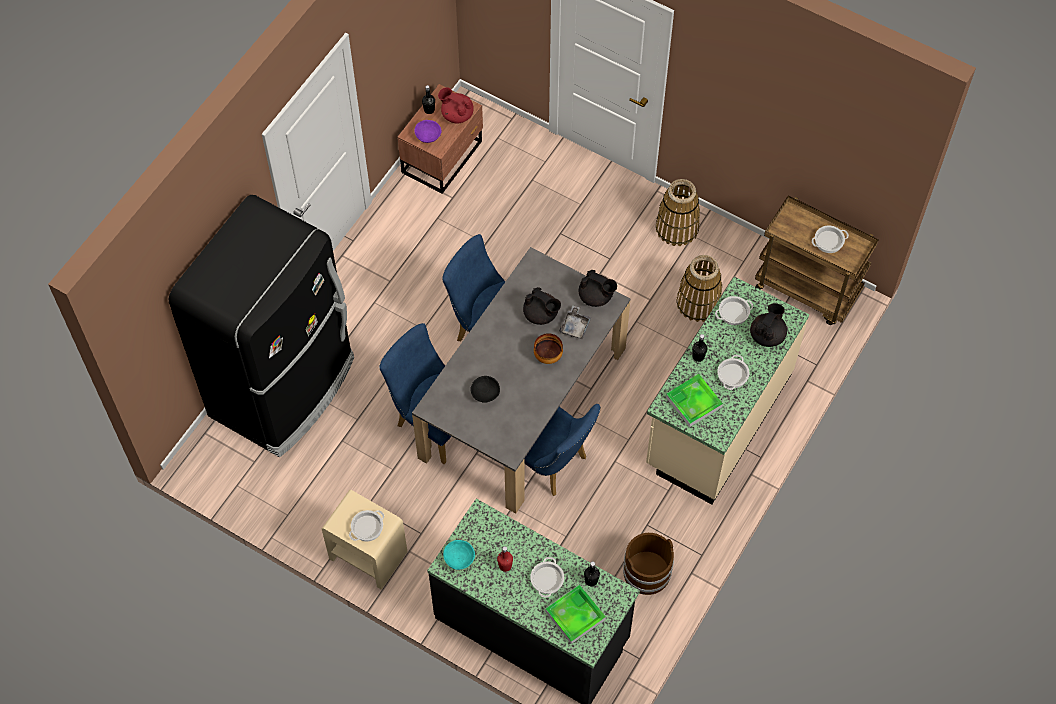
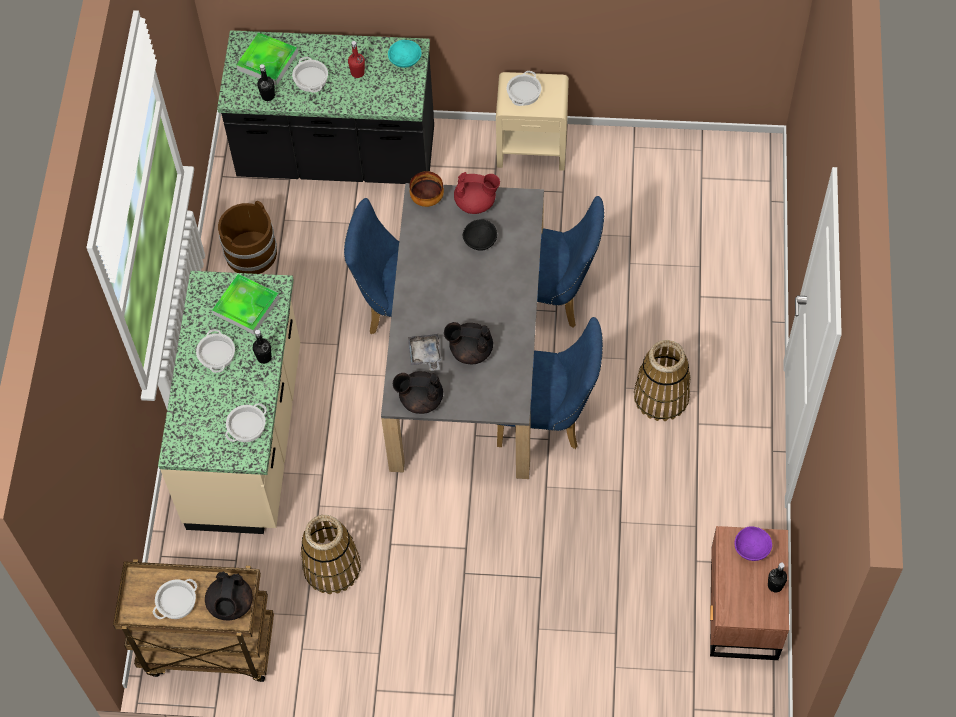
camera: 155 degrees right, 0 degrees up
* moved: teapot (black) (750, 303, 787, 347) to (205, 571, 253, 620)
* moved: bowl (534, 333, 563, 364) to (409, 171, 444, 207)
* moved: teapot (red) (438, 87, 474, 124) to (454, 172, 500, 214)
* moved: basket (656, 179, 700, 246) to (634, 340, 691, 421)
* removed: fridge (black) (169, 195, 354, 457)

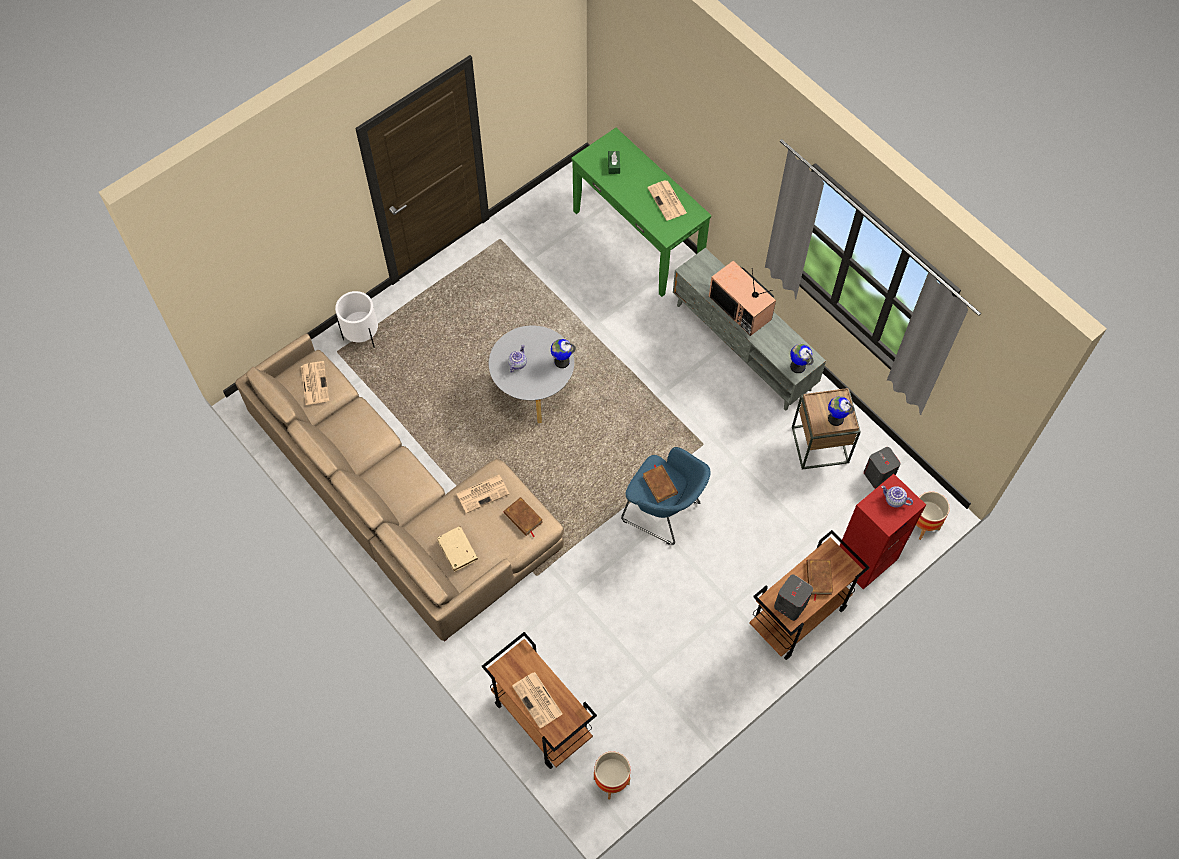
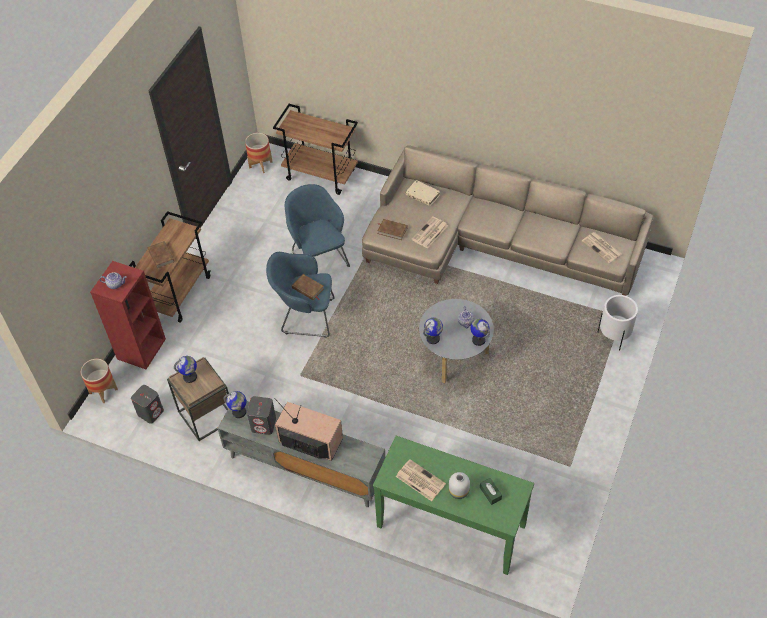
camera: 155 degrees right, 10 degrees down
* moved: speaker (grey) (774, 575, 813, 621) to (247, 396, 276, 435)
* added: armchair (blue) (284, 184, 350, 267)
* added: vase (white) (449, 472, 470, 499)
* added: globe (470, 319, 490, 346)
* removed: newspaper (512, 672, 563, 728)

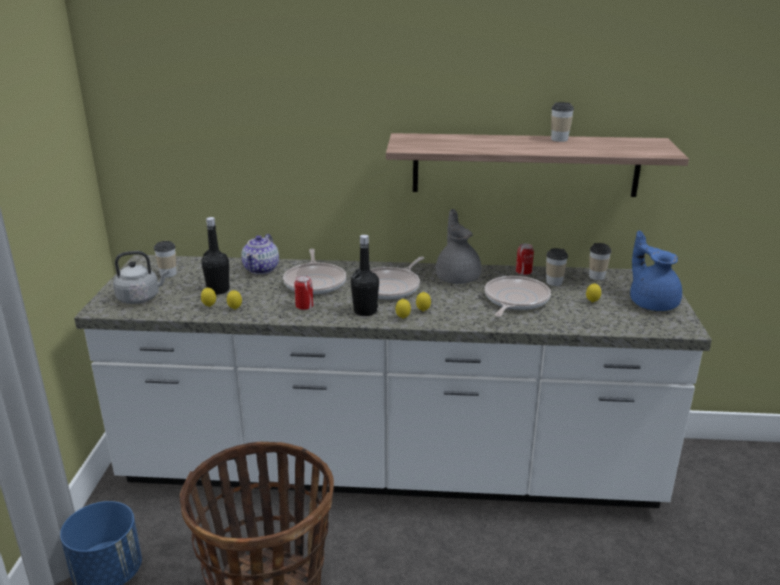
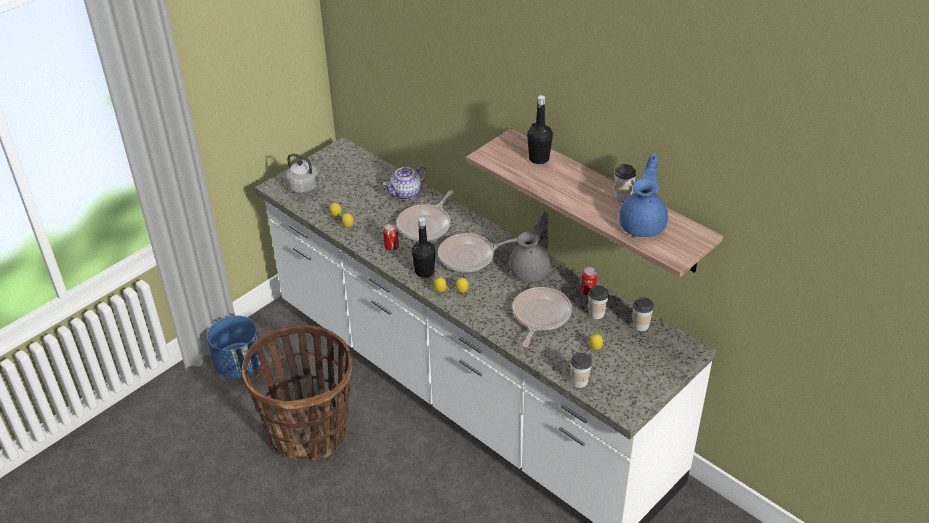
camera: 40 degrees right, 15 degrees up
* turned: frying pan (485, 276, 551, 317) = (513, 287, 572, 347) 45 degrees counterclockwise
* moved: bottle (black) (201, 217, 229, 295) to (527, 95, 553, 164)
* moved: cup (154, 241, 177, 278) to (571, 353, 592, 388)
* moved: teapot (blue) (630, 231, 682, 311) to (619, 153, 668, 237)

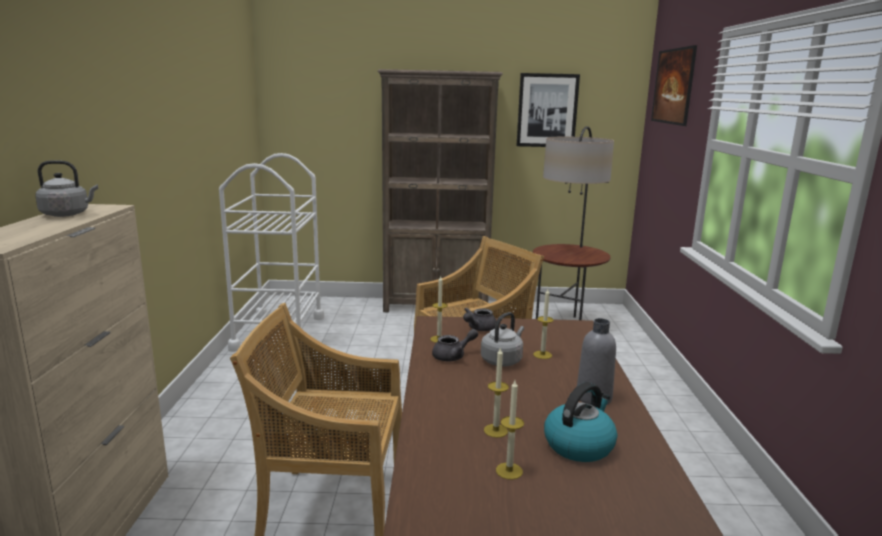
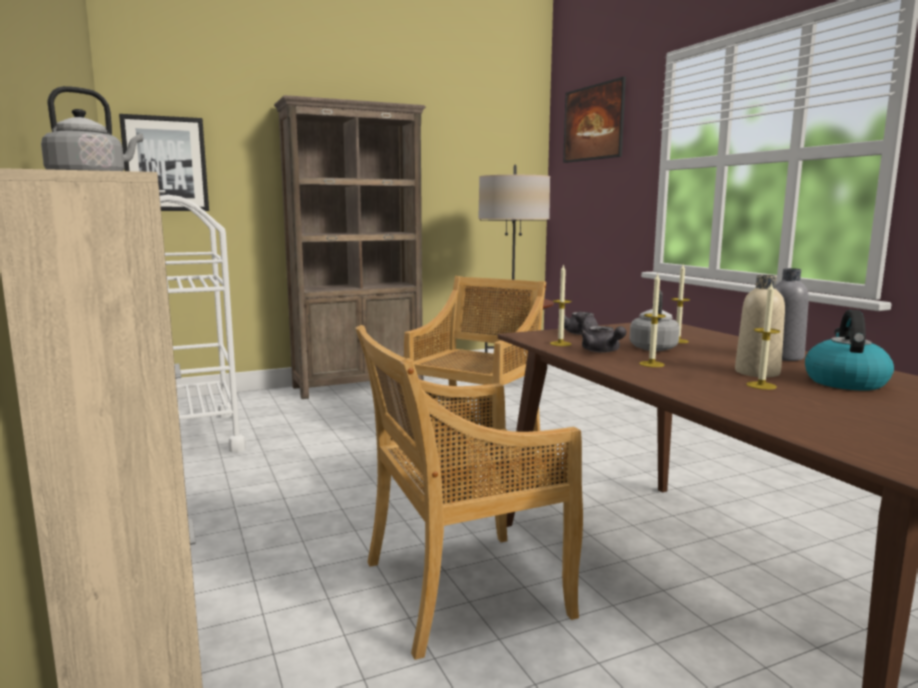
camera: 25 degrees left, 5 degrees down
* moved: picture (517, 73, 580, 147) to (119, 114, 209, 211)
* turned: teapot (grey) (432, 329, 478, 361) = (580, 326, 626, 352) 120 degrees clockwise
* moved: candle (496, 380, 524, 480) to (639, 274, 666, 367)
* added: bottle (beige) (735, 275, 785, 377)

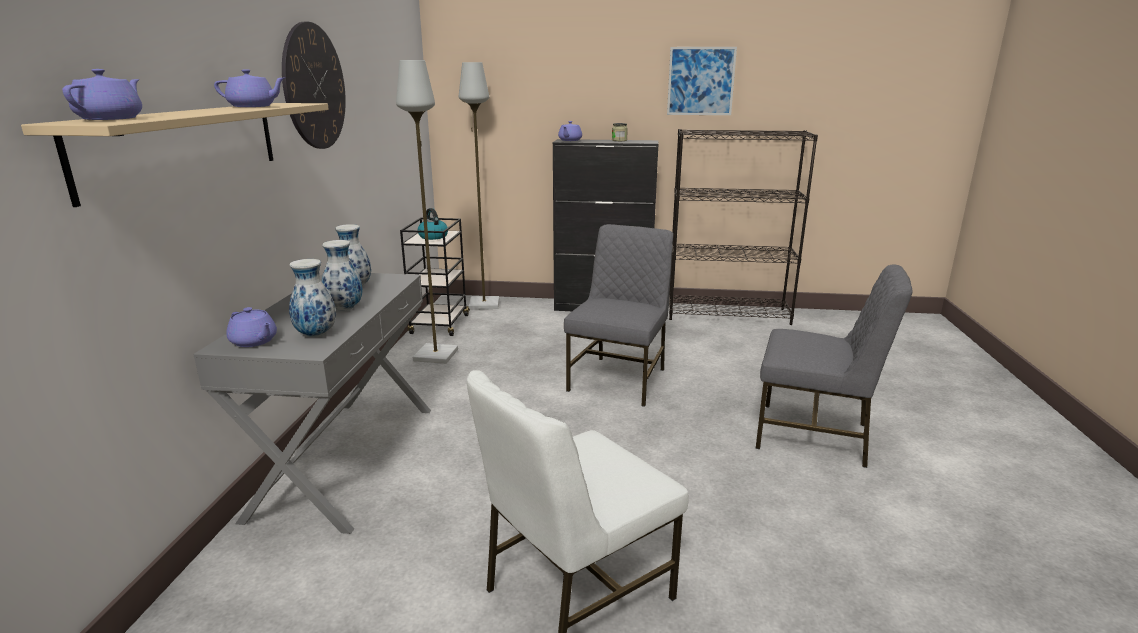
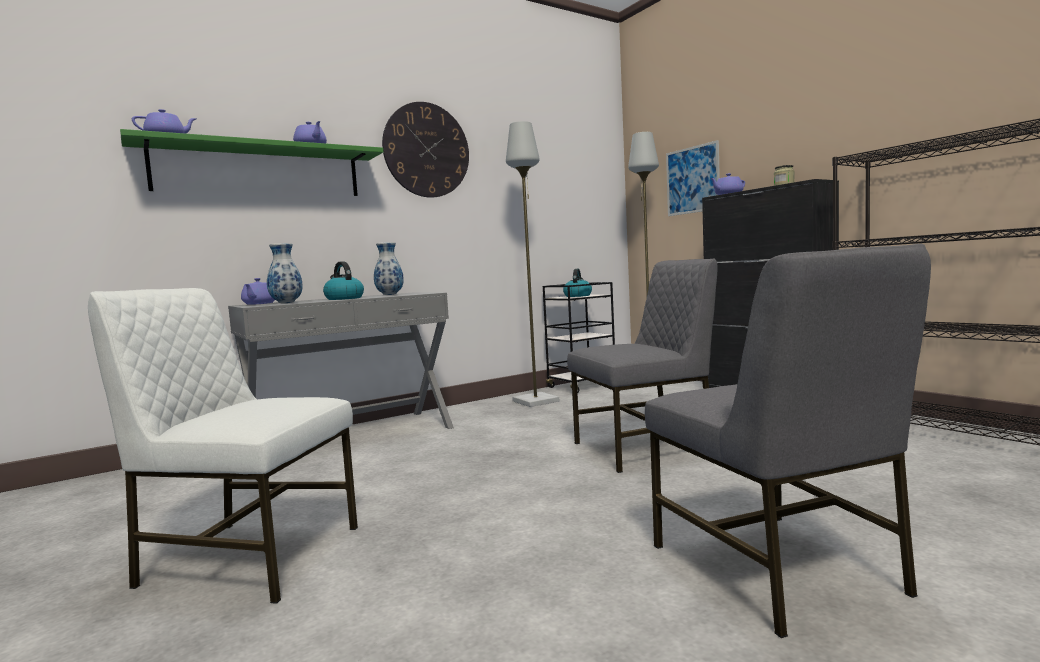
camera: 50 degrees right, 15 degrees down
* recoloured: shelf (beige) (21, 103, 329, 207) to shelf (green) (120, 129, 383, 196)
* replaced: vase (322, 240, 363, 311) to kettle (323, 261, 364, 300)
* moved: picture (667, 47, 737, 115) to (666, 140, 720, 216)

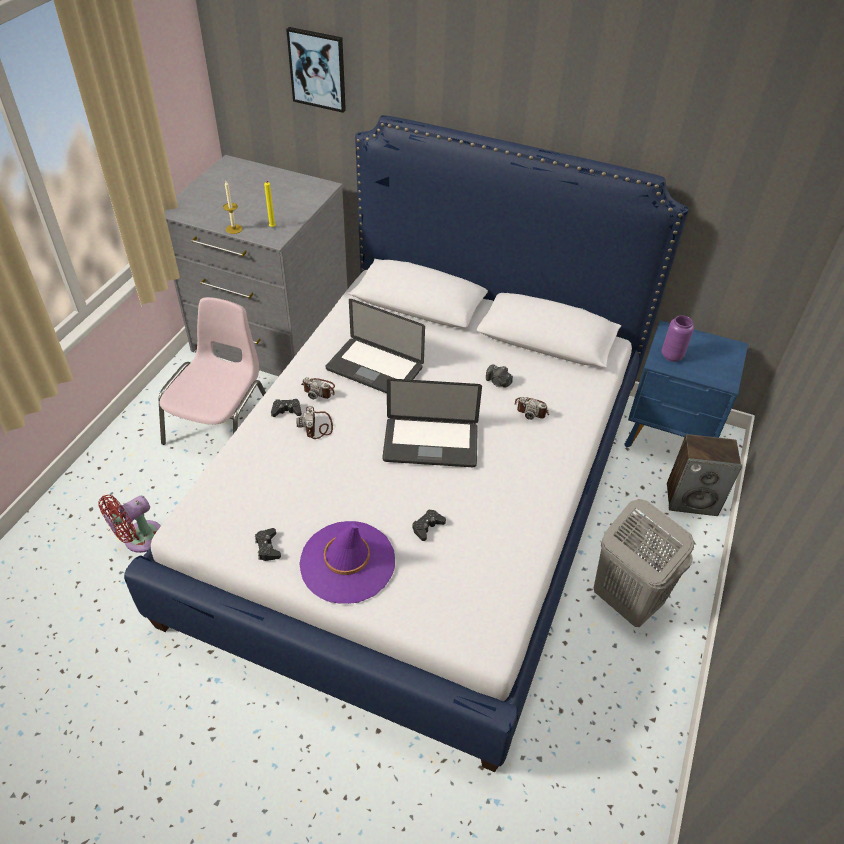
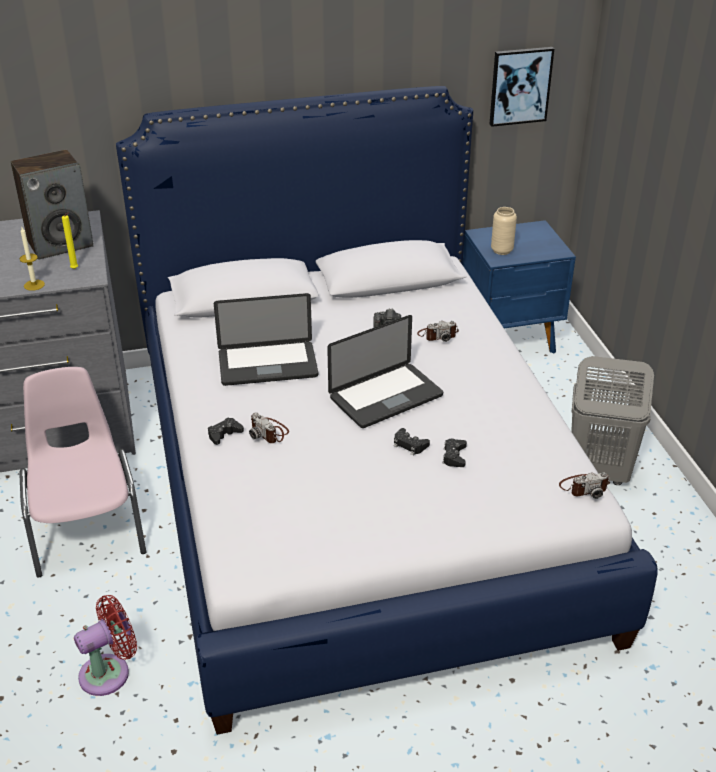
camera: 35 degrees left, 10 degrees down
* moved: speaker (667, 434, 742, 516) to (11, 150, 94, 260)
* turned: fan (red) (98, 495, 161, 553) = (74, 595, 137, 696) 135 degrees counterclockwise
* moved: game controller (black) (255, 528, 281, 561) to (394, 428, 430, 456)
* moved: picture (286, 27, 346, 113) to (489, 47, 554, 127)
* recoloured: vase (purple) (662, 315, 694, 362) to vase (beige) (491, 207, 517, 255)
* moved: photo camera (301, 377, 335, 400) to (559, 472, 610, 499)
* removed: hat (purple) (299, 521, 395, 604)

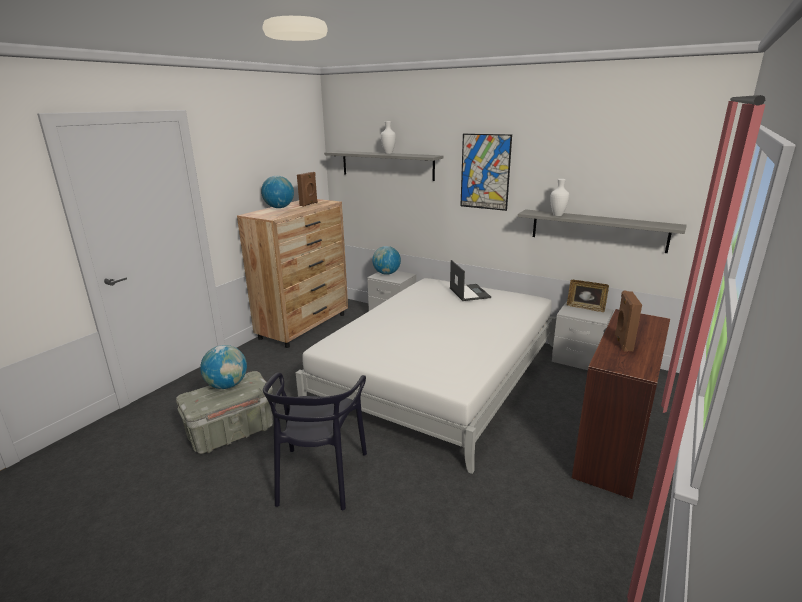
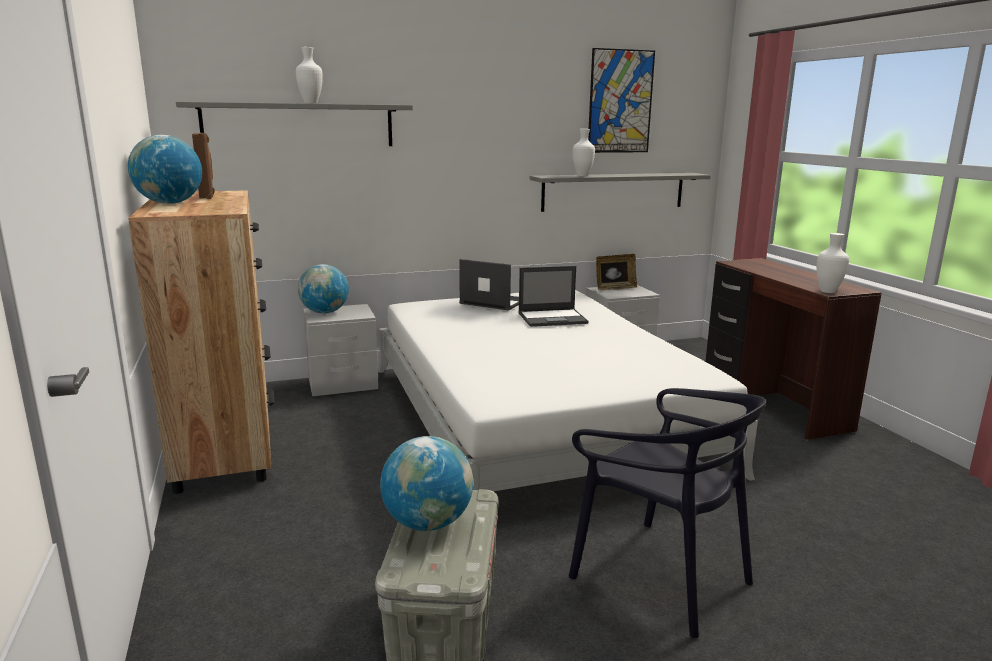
camera: 50 degrees left, 5 degrees down
* added: laptop (518, 266, 589, 327)
* moved: picture (461, 134, 512, 211) to (588, 48, 655, 153)
* added: vase (white) (817, 233, 849, 293)
* removed: speaker (brown) (615, 291, 642, 352)

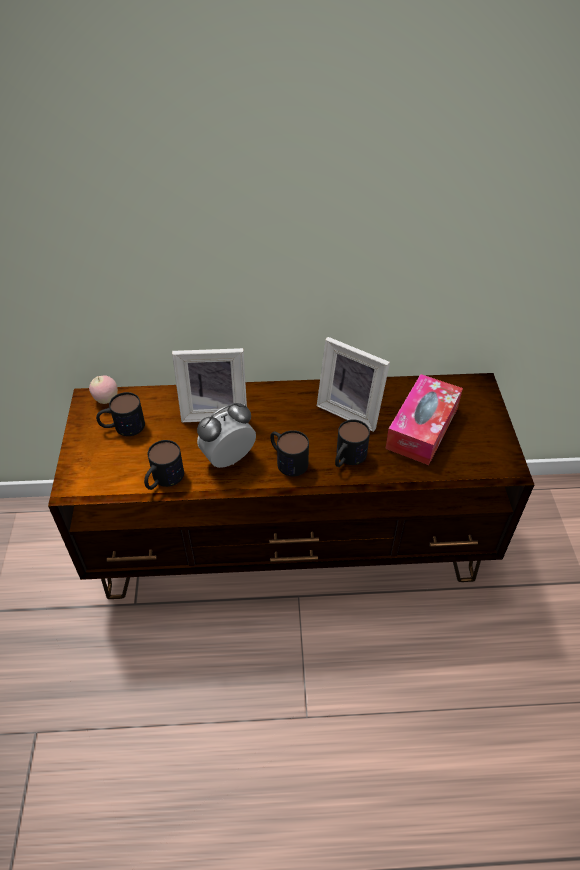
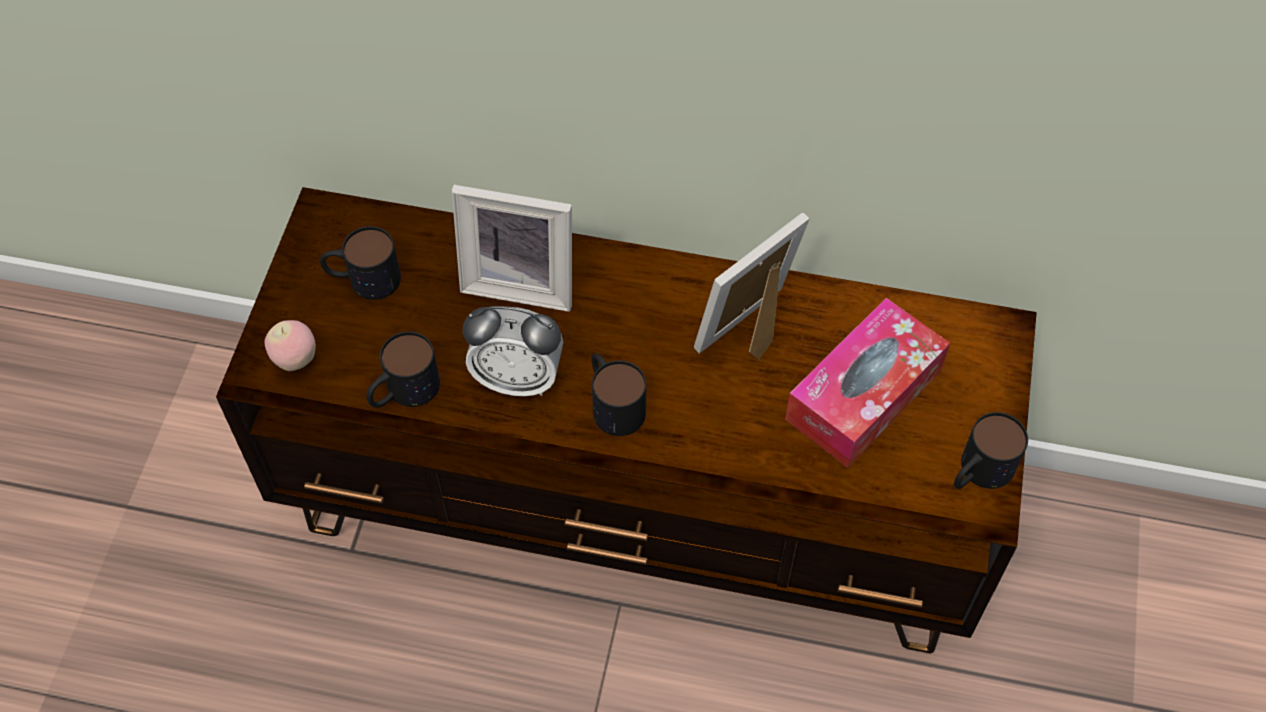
camera: 15 degrees right, 10 degrees up
* moved: apple (89, 375, 118, 404) to (264, 320, 316, 371)
* turned: alarm clock (197, 403, 256, 468) = (463, 306, 563, 396) 150 degrees counterclockwise
* turned: picture frame (317, 337, 390, 432) = (694, 213, 810, 360) 90 degrees clockwise
* moved: mug (335, 419, 370, 467) to (954, 412, 1028, 489)

